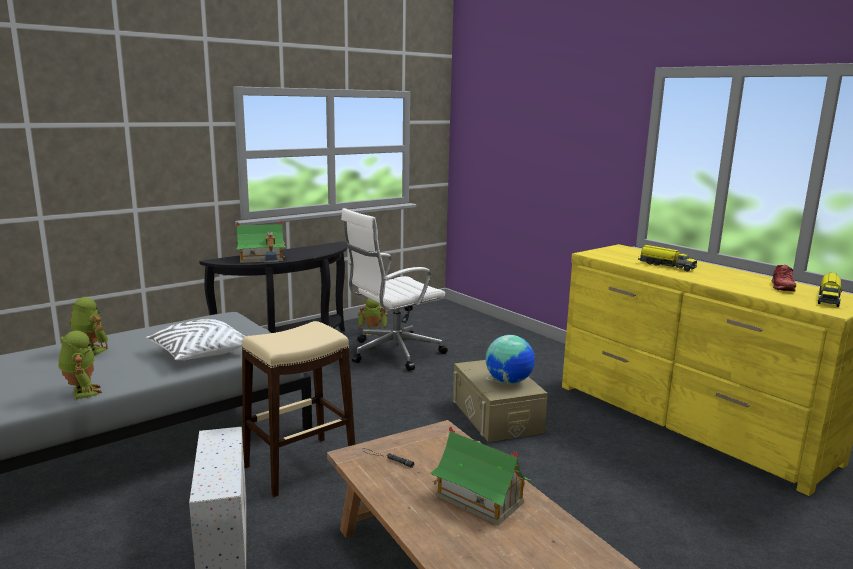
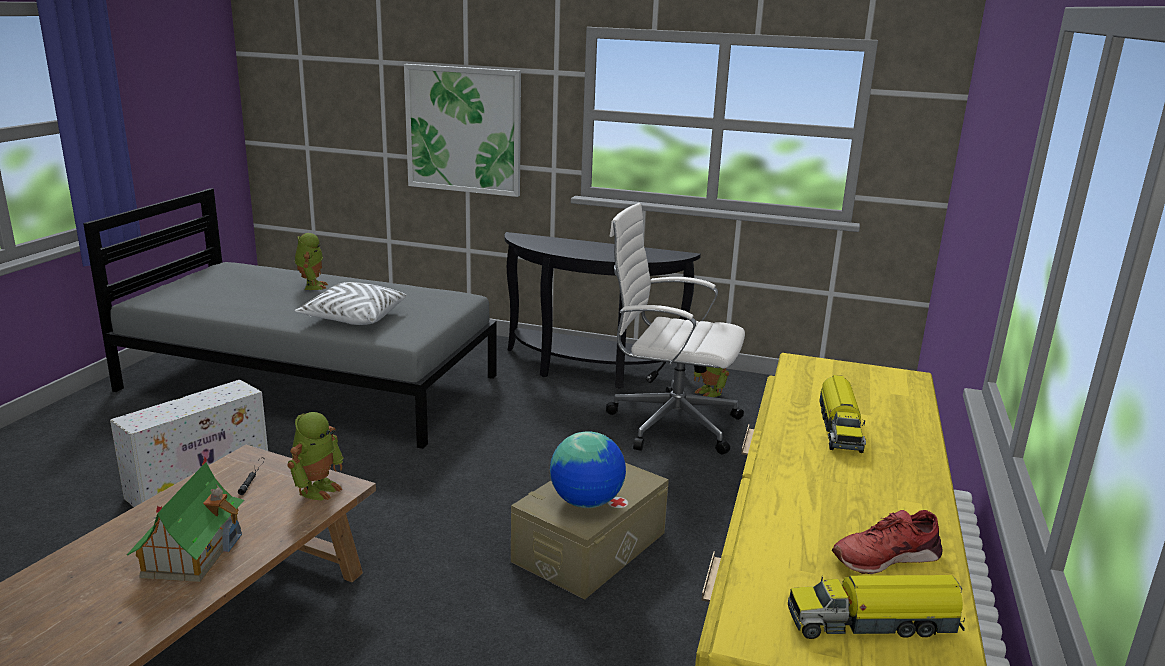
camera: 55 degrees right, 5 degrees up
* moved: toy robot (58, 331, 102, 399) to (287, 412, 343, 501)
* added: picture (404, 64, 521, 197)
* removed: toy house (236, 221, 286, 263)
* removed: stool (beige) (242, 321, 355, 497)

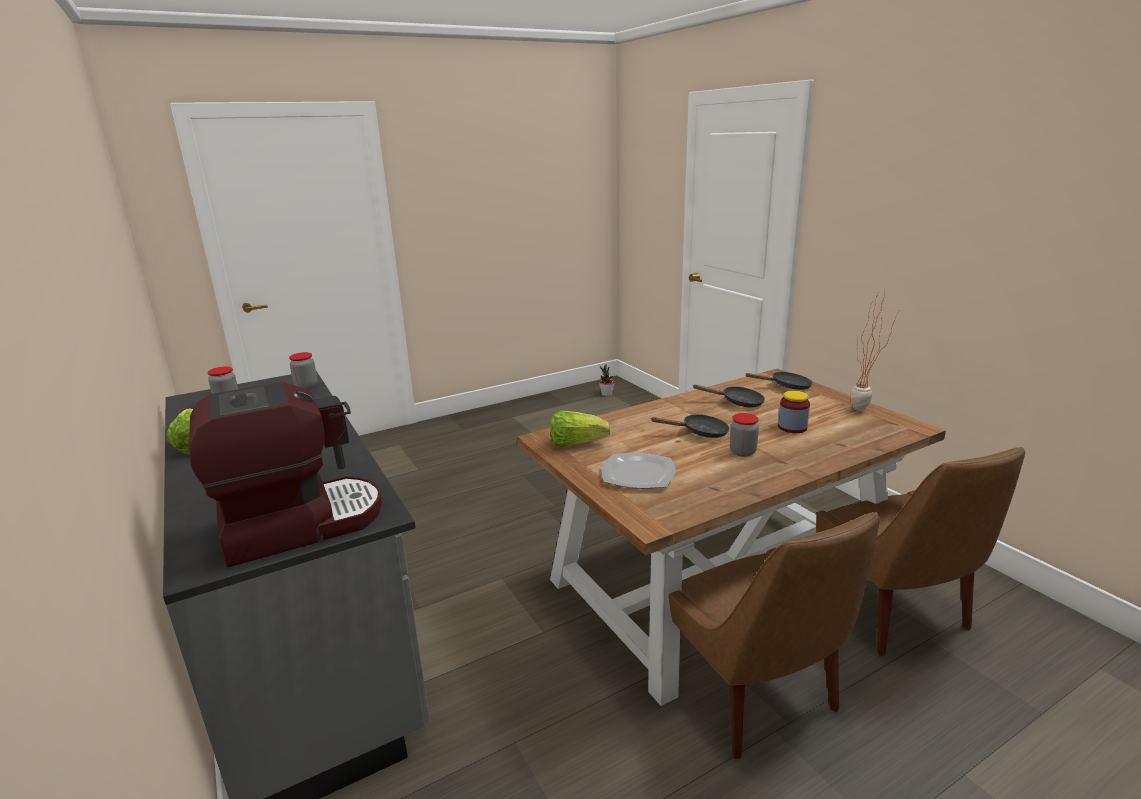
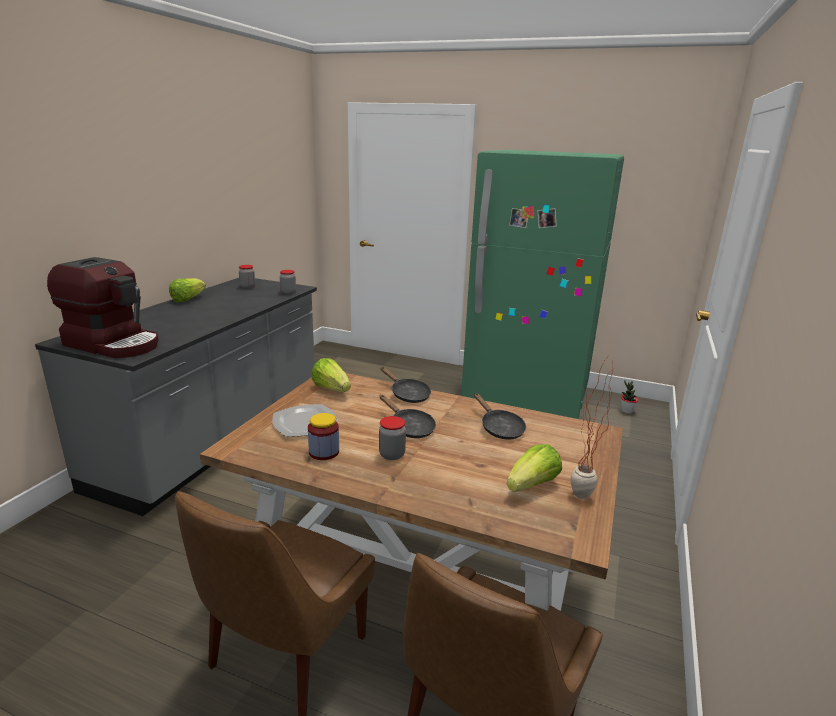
camera: 50 degrees right, 0 degrees up
* moved: jar (778, 391, 810, 433) to (308, 413, 339, 460)
* moved: frying pan (black) (745, 372, 813, 390) to (380, 367, 431, 403)
* added: fridge (green) (461, 150, 624, 419)
* added: lettuce (507, 444, 562, 492)

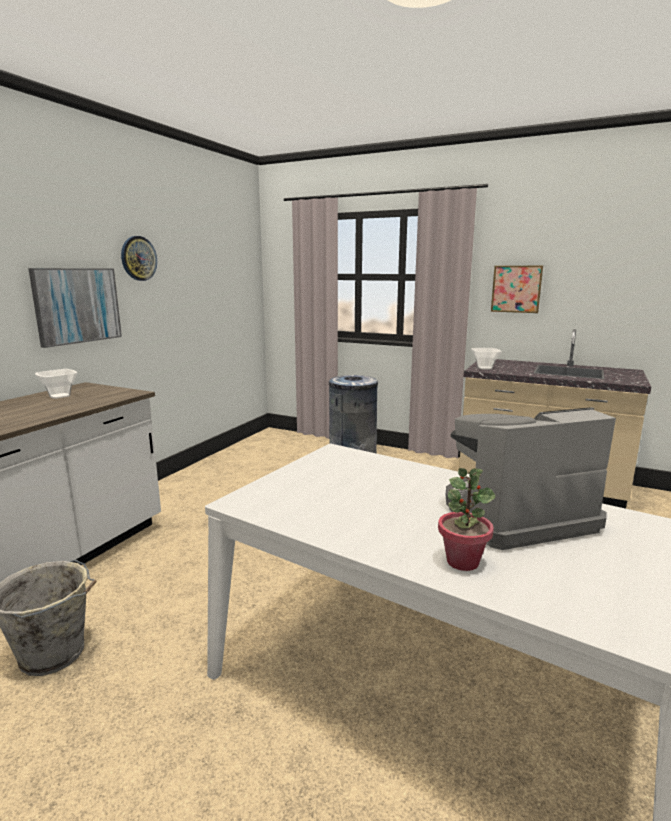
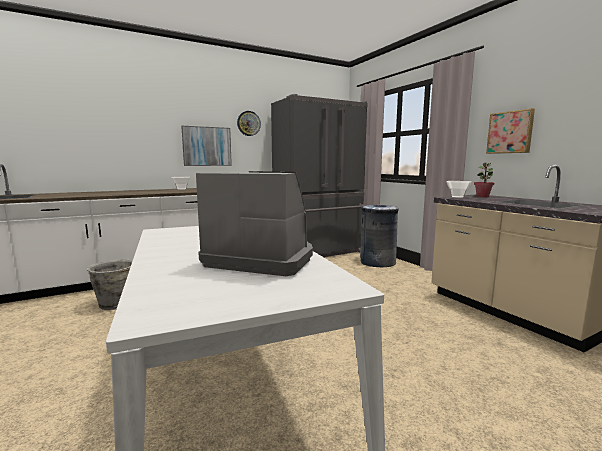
camera: 35 degrees right, 5 degrees down
* added: fridge (grey) (271, 94, 367, 257)
* moved: potted plant (438, 468, 495, 571) to (474, 163, 494, 197)

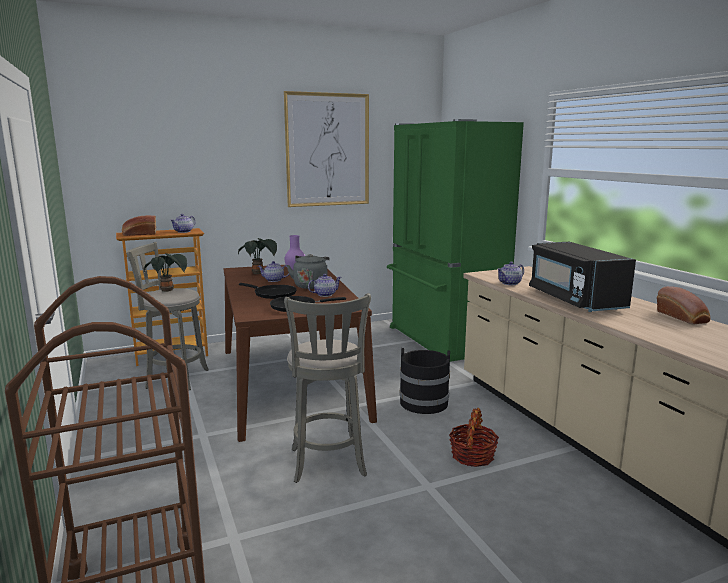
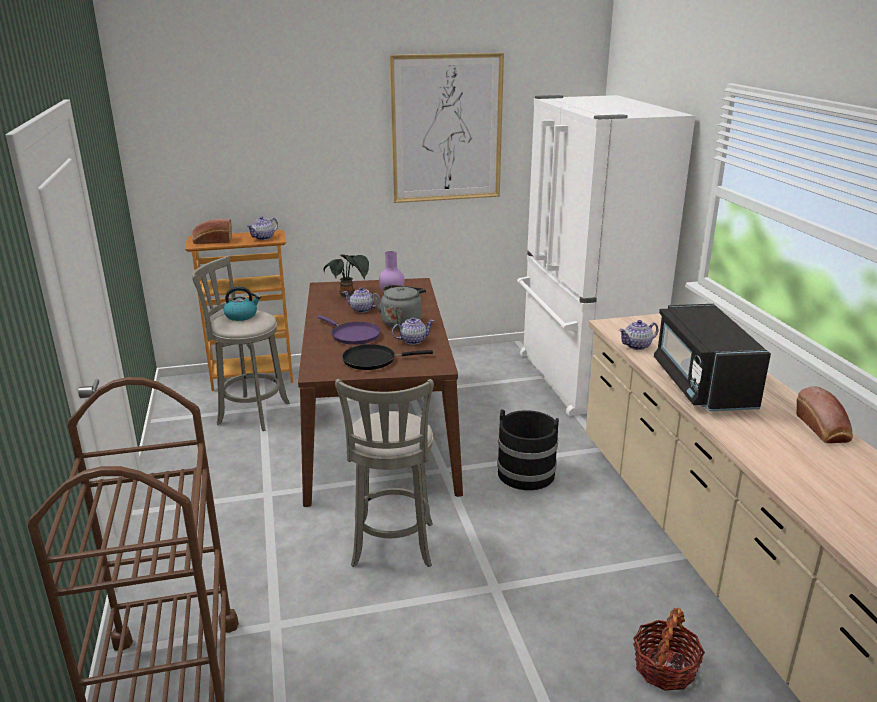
camera: 10 degrees right, 10 degrees up
* replaced: potted plant (144, 253, 187, 292) to kettle (223, 286, 261, 321)
* recoloured: frying pan (black) (239, 283, 297, 299) to frying pan (purple) (318, 315, 381, 345)
* recoloured: fridge (green) (387, 119, 524, 362) to fridge (white) (517, 95, 695, 416)
* moved: basket (449, 408, 499, 467) to (633, 608, 705, 691)

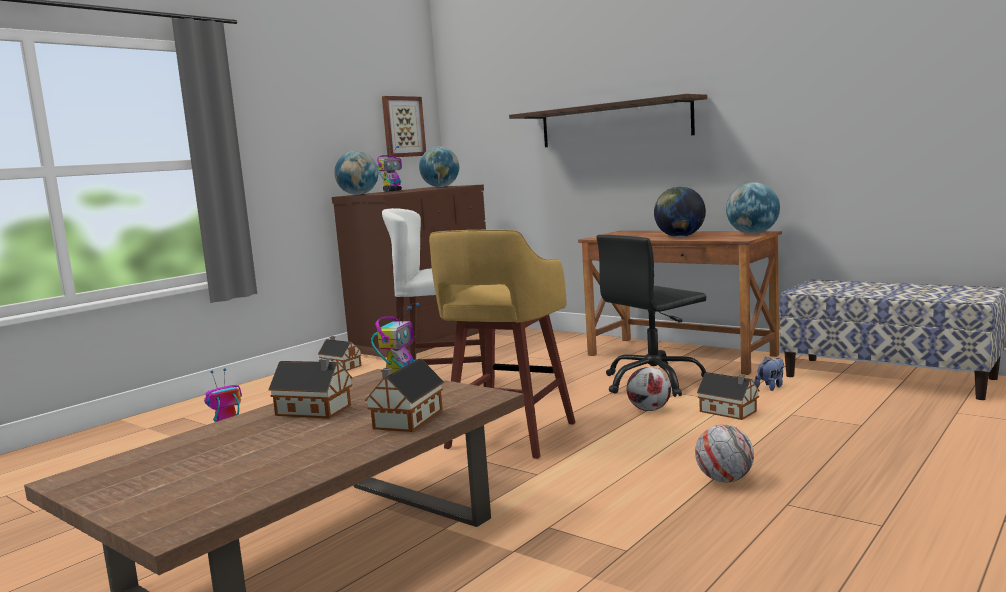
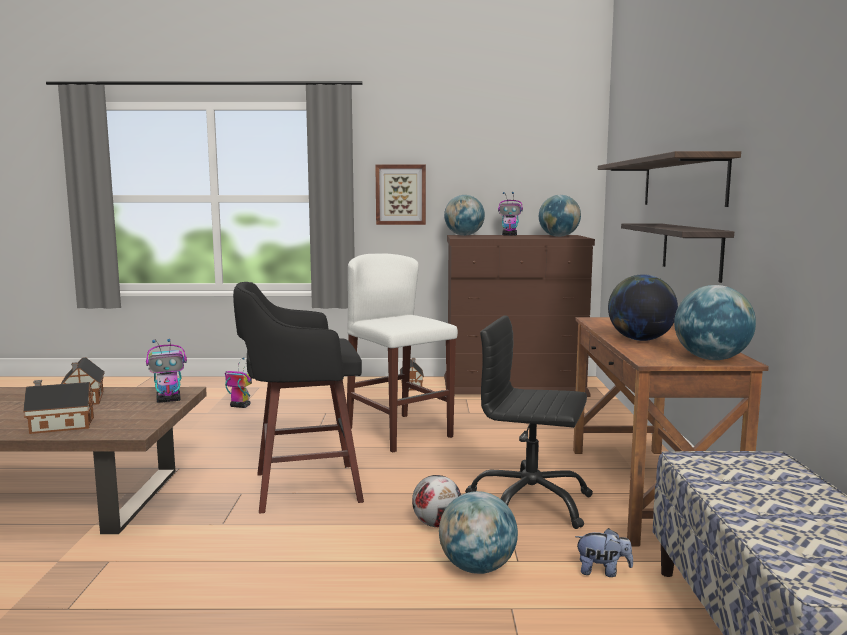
camera: 50 degrees right, 0 degrees up
* recoloured: stool (yellow) (429, 229, 576, 459) to stool (black) (233, 282, 364, 514)
* moved: picture (382, 96, 426, 158) to (375, 165, 426, 225)
* replaced: toy house (697, 372, 760, 420) to globe (439, 491, 518, 574)
* added: shelf (621, 223, 734, 283)
* removed: football (695, 425, 754, 482)

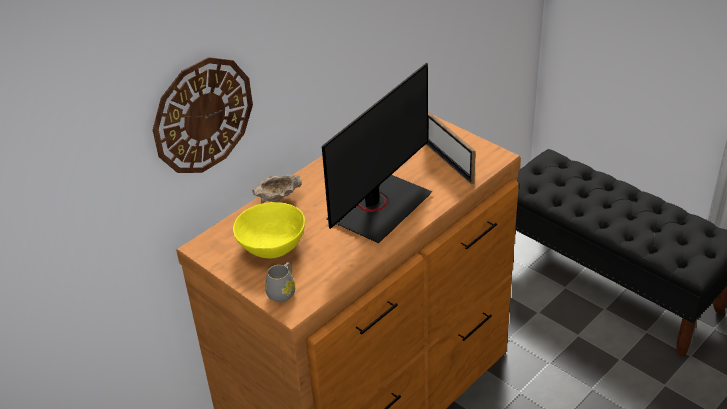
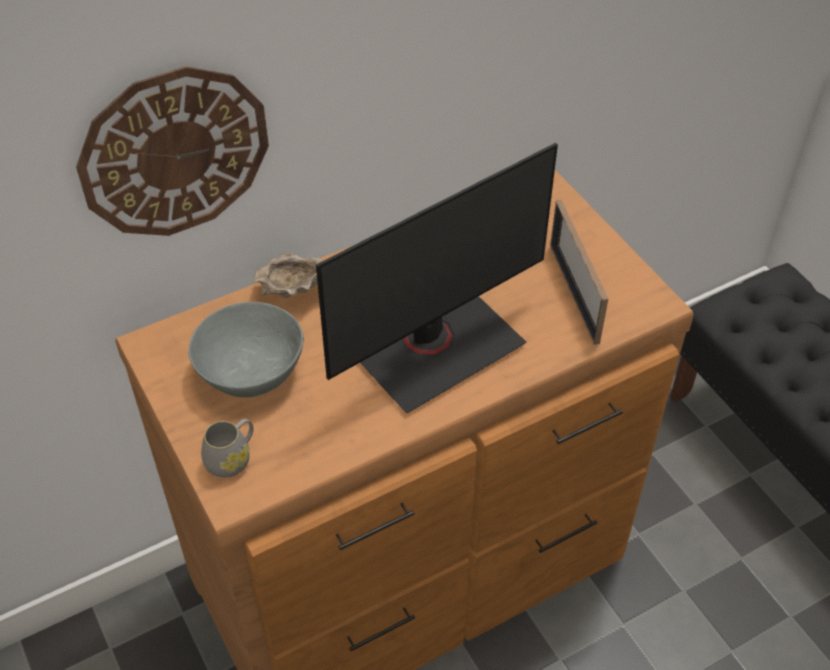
camera: 15 degrees right, 10 degrees up
* recoloured: bowl (yellow) (233, 202, 305, 258) to bowl (grey) (188, 302, 304, 397)

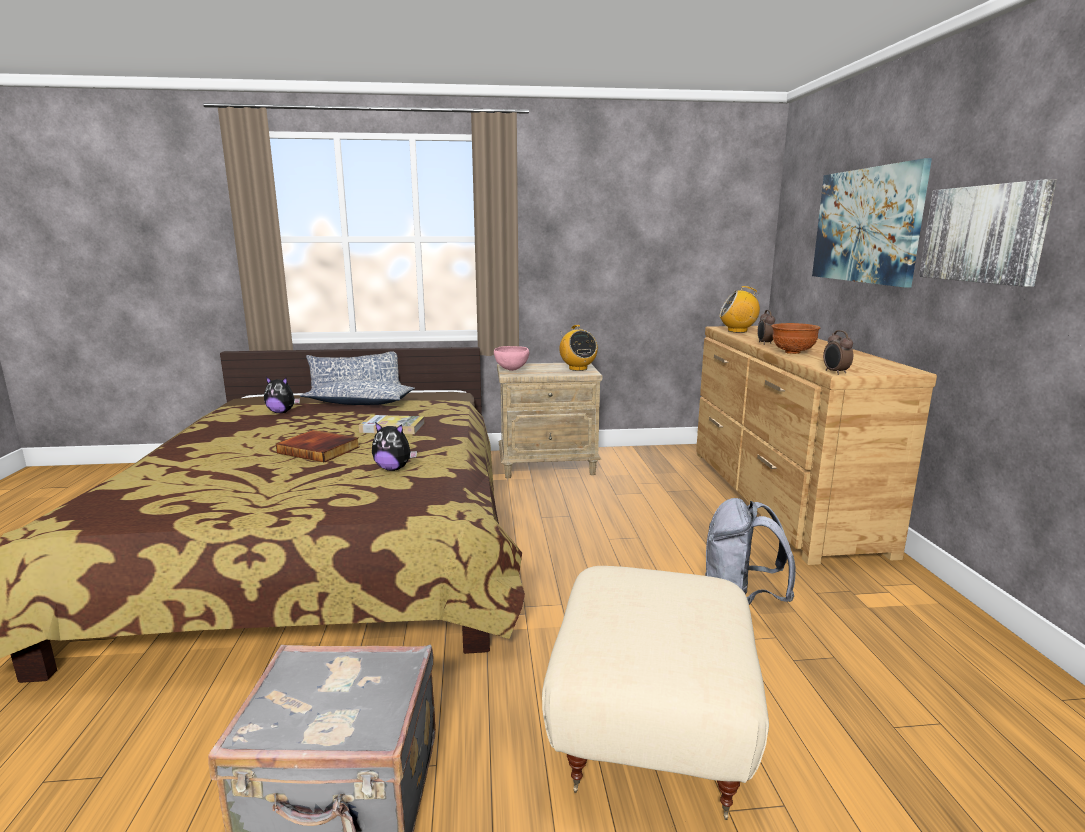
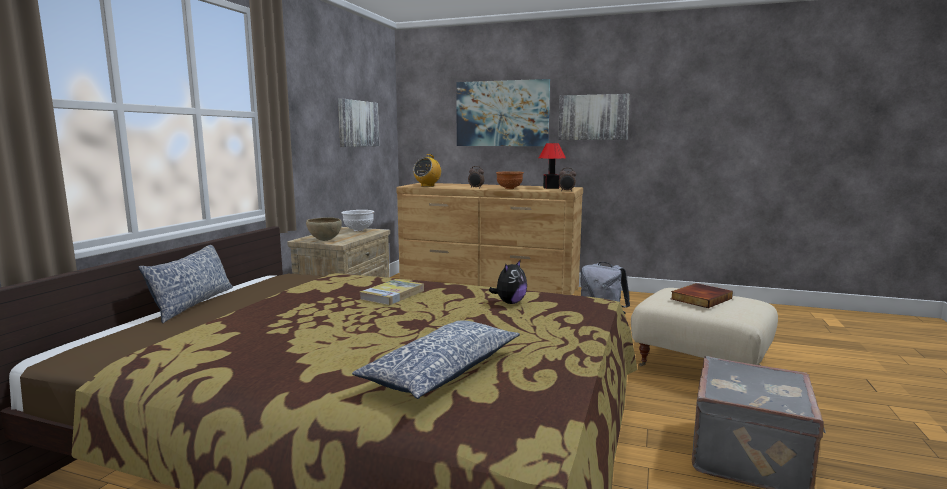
camera: 65 degrees left, 5 degrees down
* recoloured: bowl (pink) (494, 346, 529, 371) to bowl (brown) (306, 217, 342, 241)
* added: picture (338, 98, 379, 147)
* replaced: radio (559, 325, 598, 371) to bowl (white) (341, 210, 374, 231)
* moved: pillow (300, 380, 415, 405) to (352, 320, 520, 399)
* added: table lamp (539, 143, 566, 189)
* moved: book (276, 430, 360, 463) to (670, 283, 733, 308)
* removed: plush toy (264, 377, 300, 413)

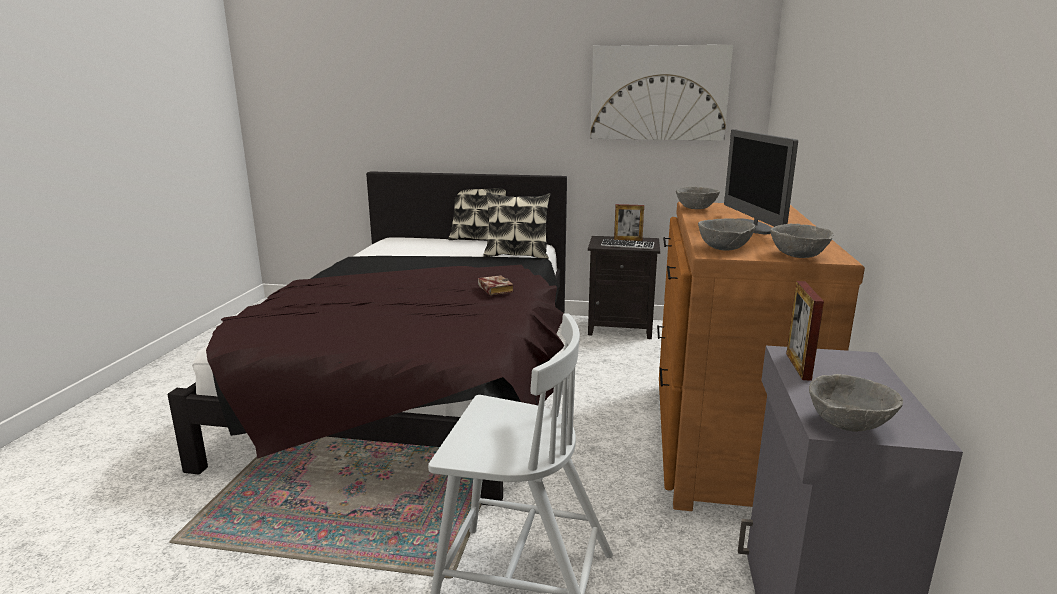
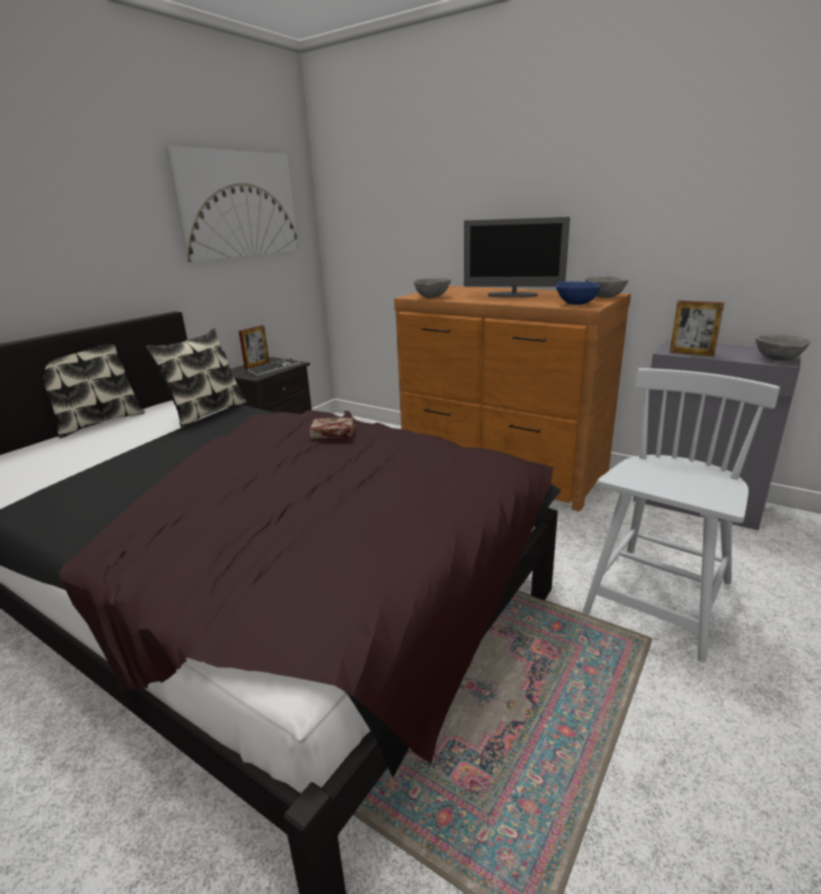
camera: 65 degrees left, 5 degrees up
* recoloured: bowl (grey) (698, 218, 756, 251) to bowl (blue) (556, 281, 601, 305)

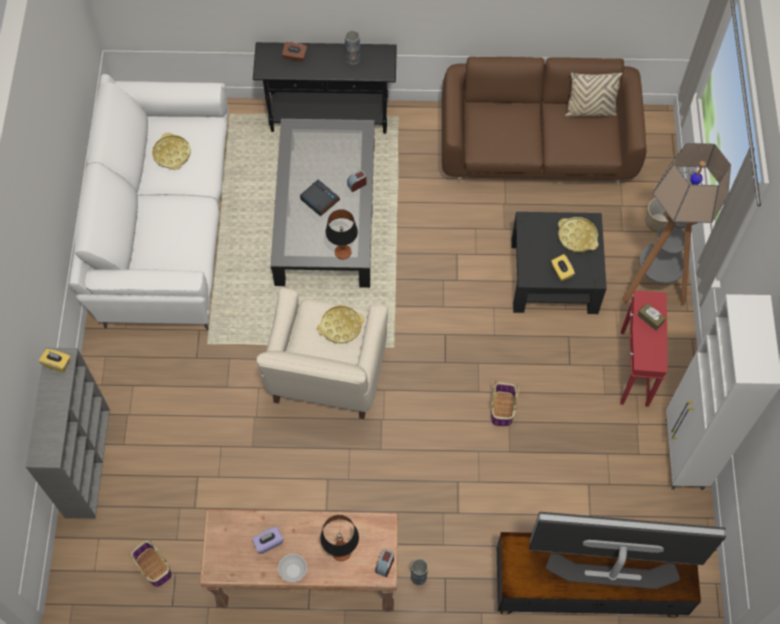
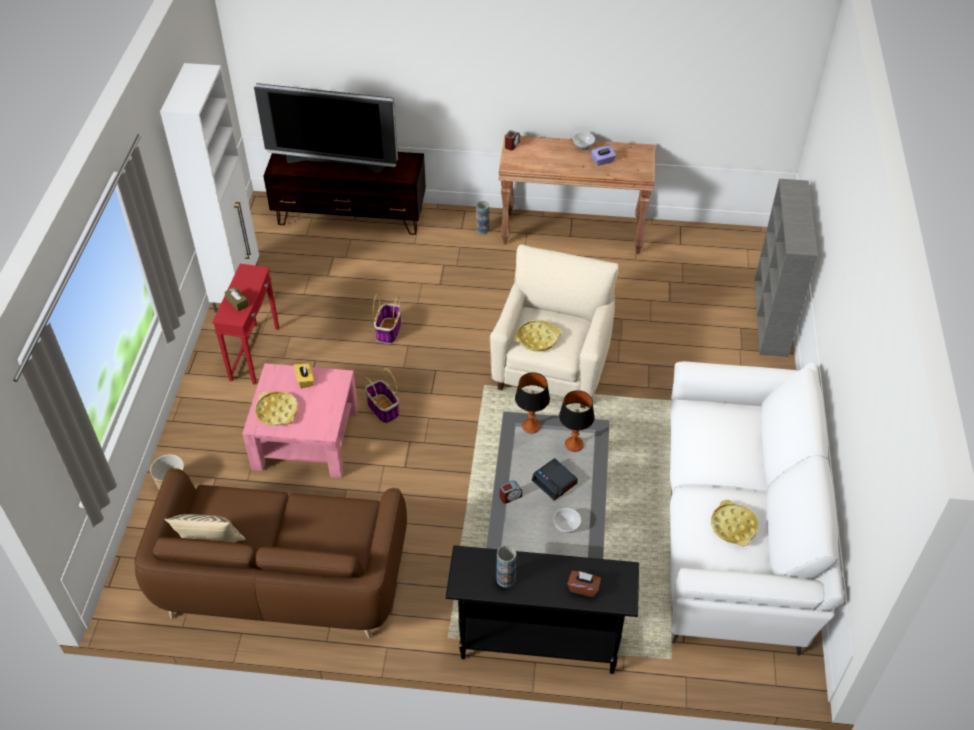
camera: 175 degrees left, 15 degrees down
* recoloured: coffee table (black) (511, 212, 607, 314) to coffee table (pink) (242, 363, 358, 478)
* moved: basket (129, 539, 172, 587) to (364, 368, 399, 424)
* added: bowl (553, 508, 581, 533)
* moved: table lamp (320, 515, 359, 561) to (559, 390, 595, 452)
* removed: tissue box (yellow) (39, 349, 70, 372)
* removed: floor lamp (622, 143, 731, 306)

